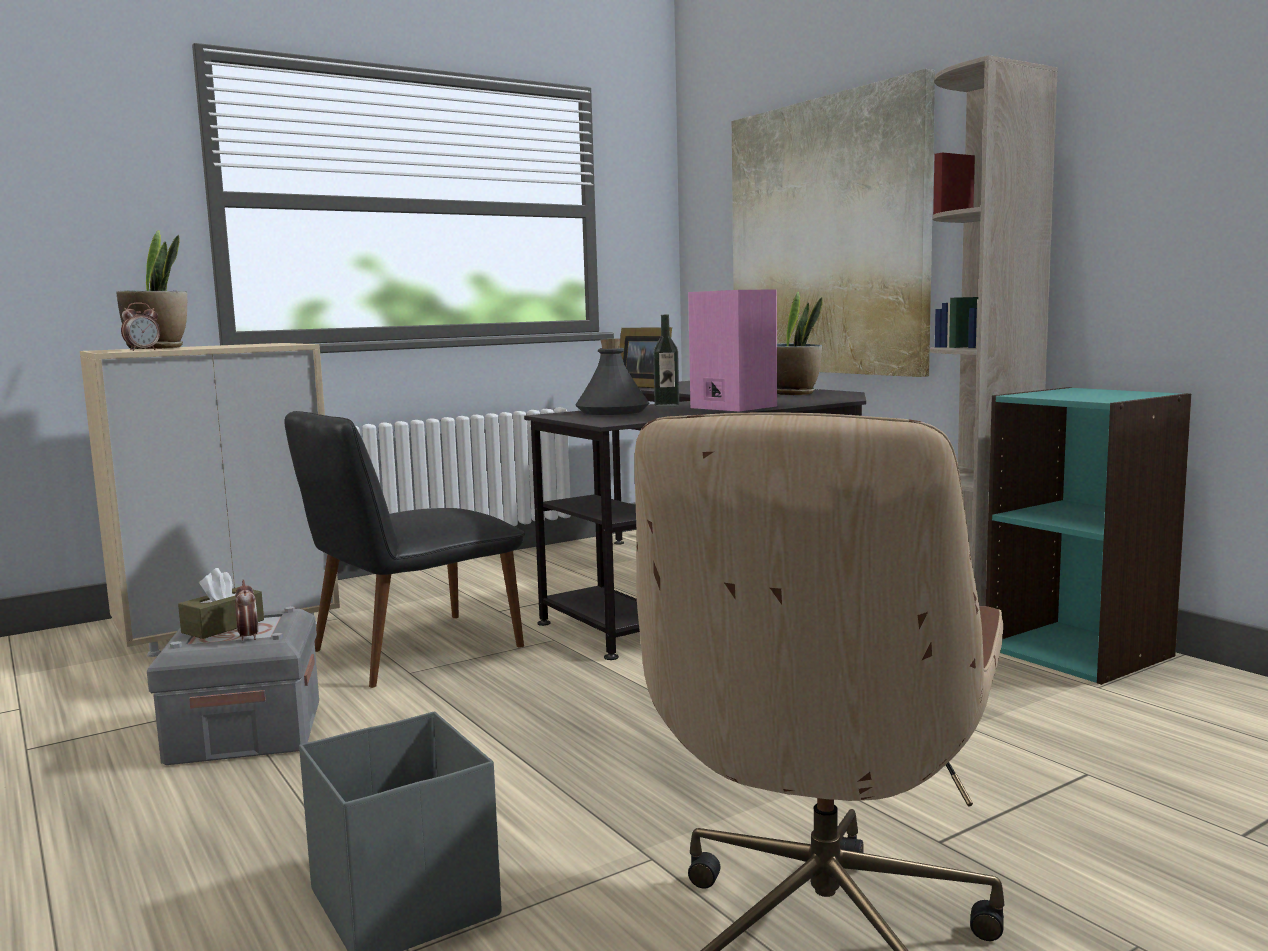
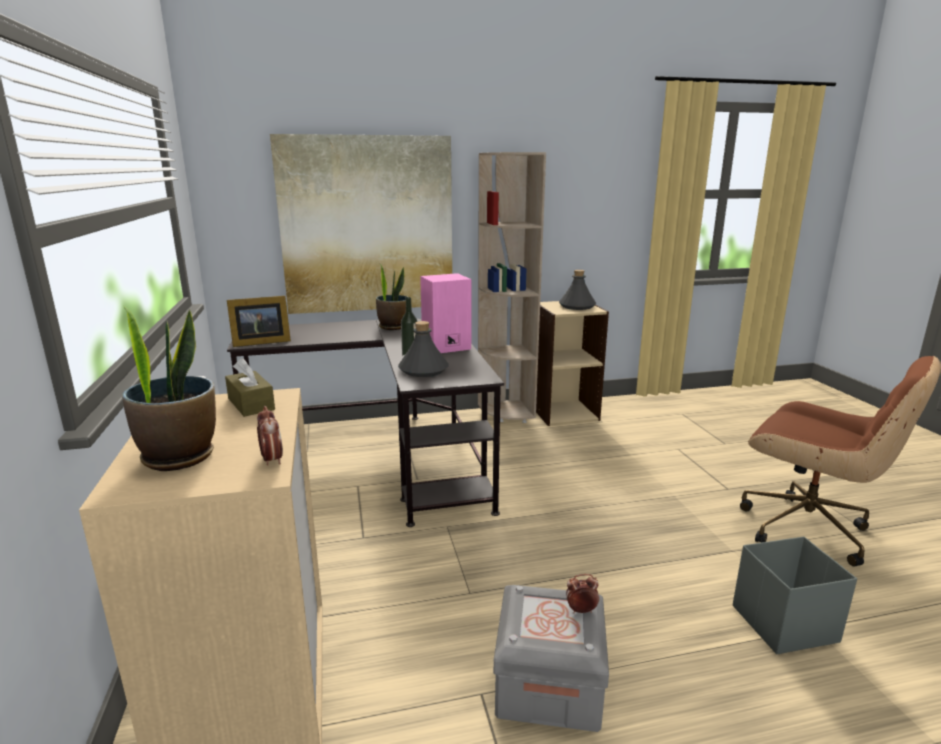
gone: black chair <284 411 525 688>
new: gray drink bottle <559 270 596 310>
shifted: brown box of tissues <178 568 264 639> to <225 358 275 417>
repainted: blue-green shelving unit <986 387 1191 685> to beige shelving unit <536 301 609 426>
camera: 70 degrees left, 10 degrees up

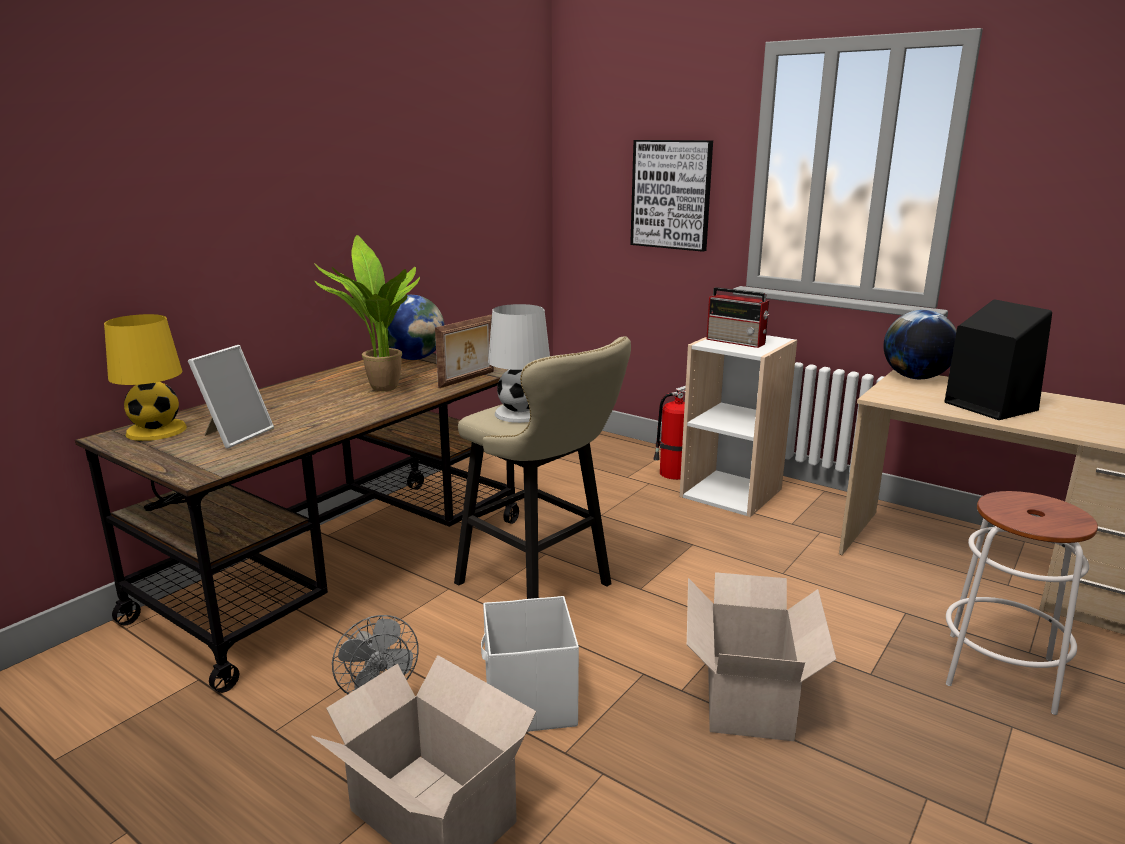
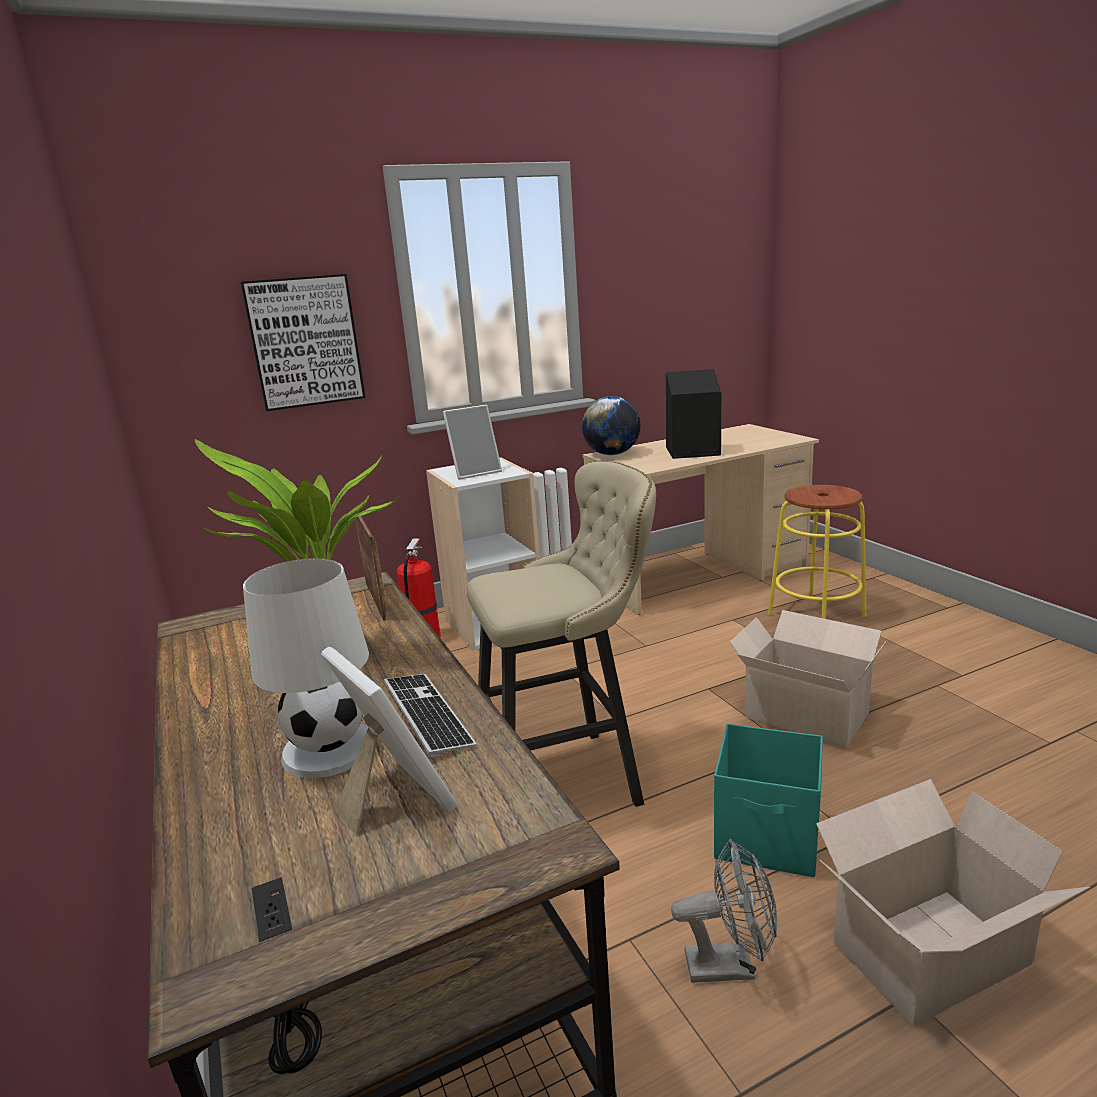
gone: yellowish tabletop lamp <104 314 187 441>; globe <382 295 444 360>
new: keyboard <384 674 476 758>
shifted: white-coloured tabletop lamp <488 304 550 423> to <243 558 369 778>
swapped: radio set <706 287 770 348> to photo frame <443 405 502 480>
repainted: white-coloured storage bin <481 596 579 732> to blue-green storage bin <714 724 823 877>; white-coloured sitting stool <946 491 1098 715> to yellowish sitting stool <768 485 866 619>
camera: 60 degrees left, 0 degrees up

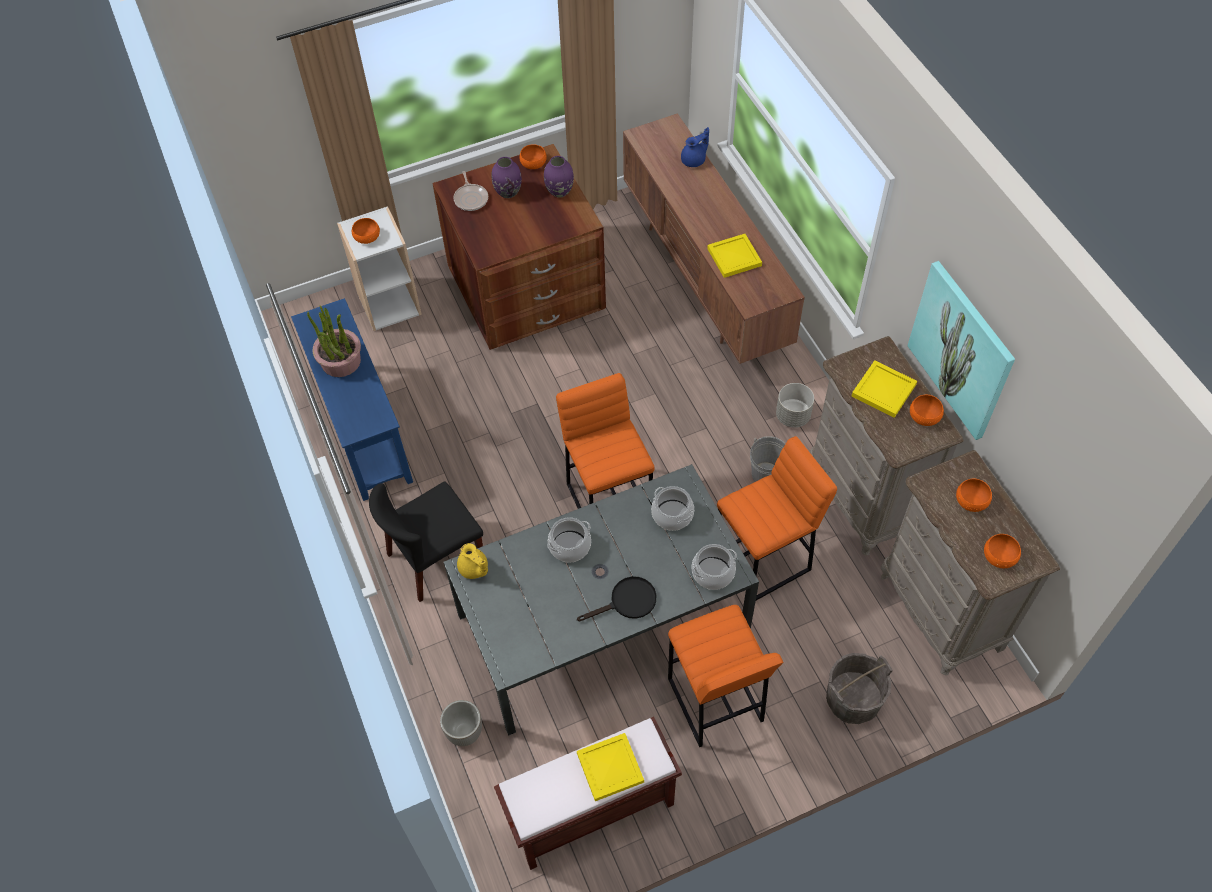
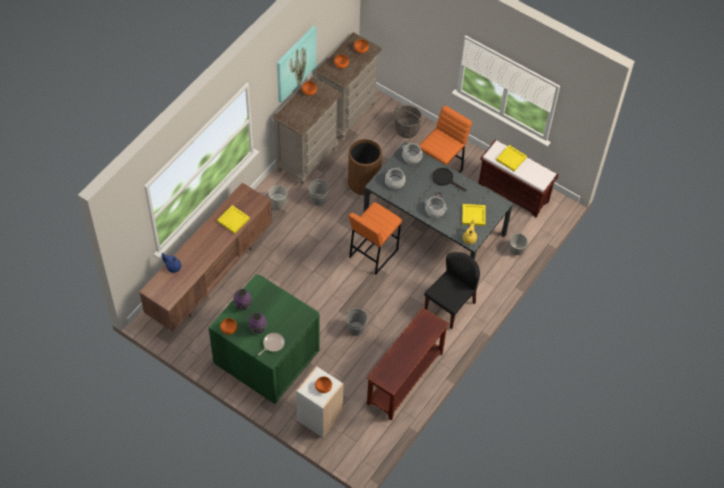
gone: houseplant <307 305 361 377>
new: gray pail <346 308 367 336>
shifted: yellowish carrying tray <852 360 917 418> to <462 204 486 226>
swapped: orangey sitting stool <717 436 837 600> to brown rubbish bin <348 139 382 195>
repainted: blue narrow table <291 298 413 501> to brown narrow table <367 307 449 420>; brown dresser <432 144 606 350> to greenish dresser <208 274 320 404>
rotated: black chair <369 482 483 602> = <424 252 480 329> 75 degrees counterclockwise
camera: 125 degrees left, 0 degrees up

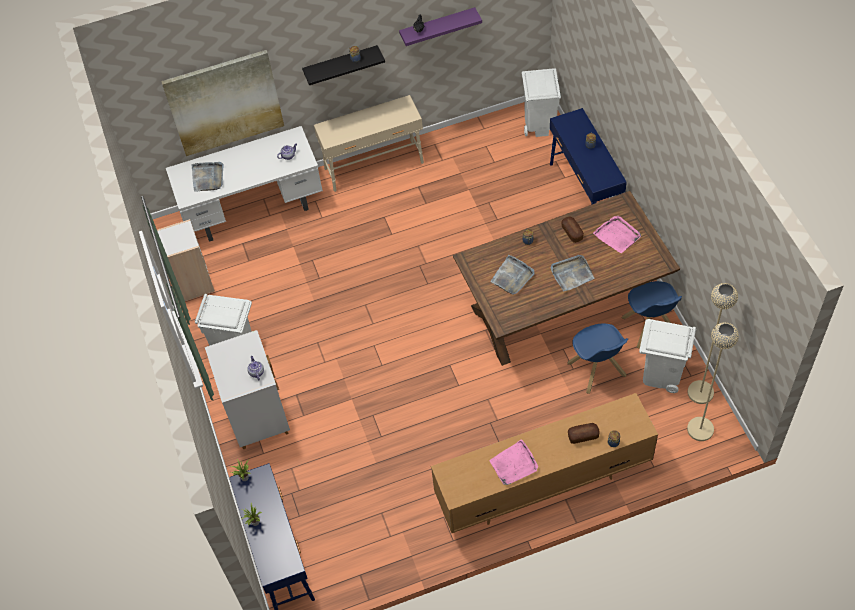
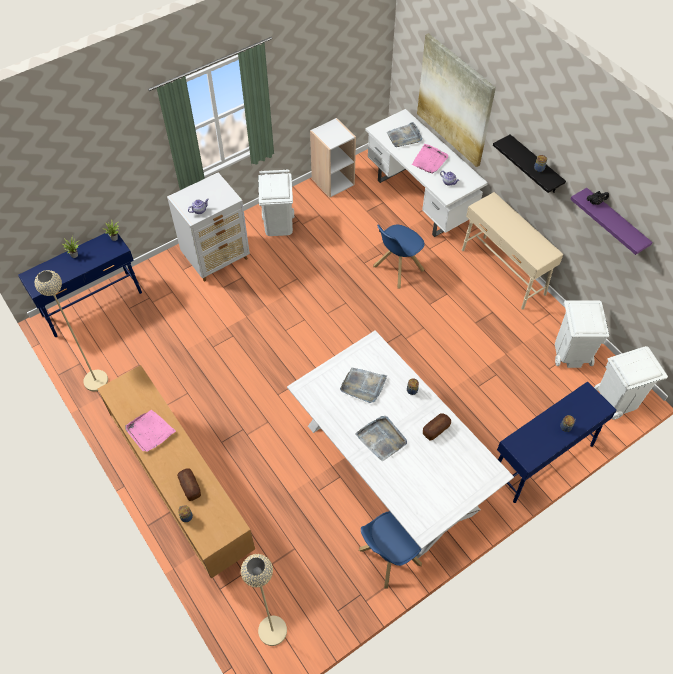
shifted: blue chair <567 324 628 394> to <373 224 425 288>; pink carrying tray <593 216 641 253> to <412 144 448 174>; white-coloured rubbish bin <639 319 696 393> to <555 301 609 368>; beige standard lamp <688 283 738 404> to <35 270 108 392>
repainted: brown dinner table <453 191 680 366> to white-coloured dinner table <287 331 514 558>
camera: 70 degrees right, 0 degrees up

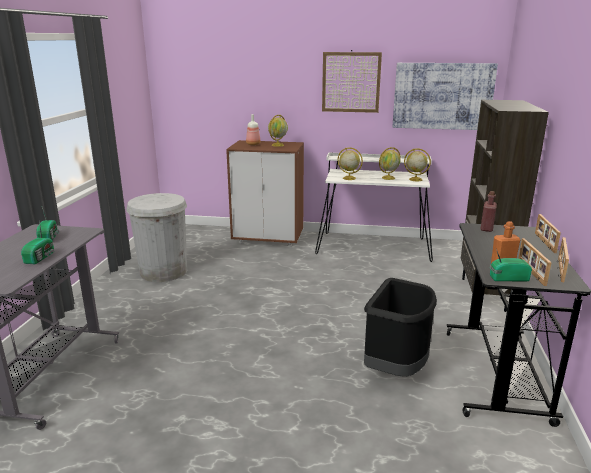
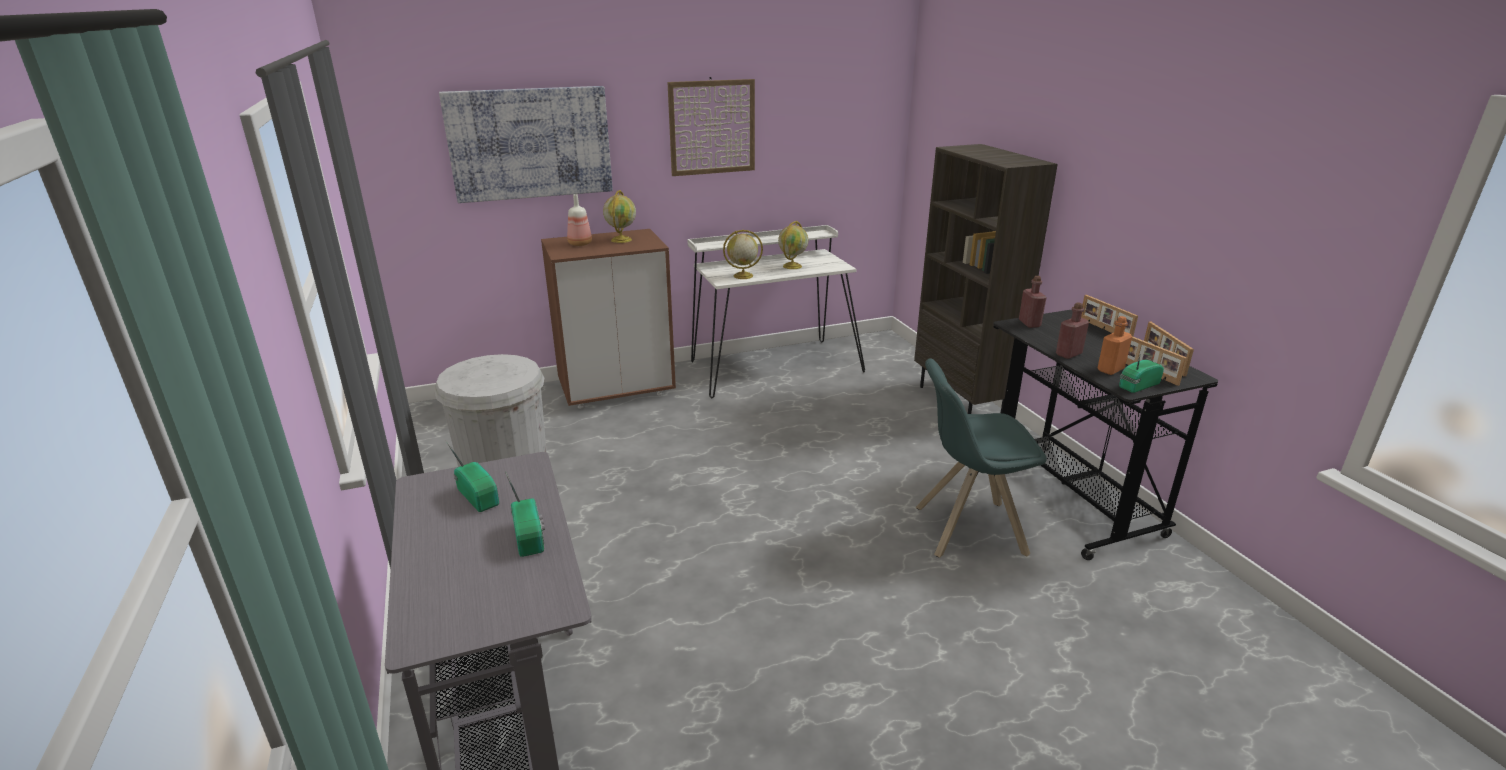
gone: globe <404 148 431 181>
new: red-coloured drink bottle <1056 303 1089 359>
shifted: wall art <393 63 498 130> to <439 86 613 203>
swapped: black rubbish bin <364 278 437 377> to blue-green chair <916 358 1047 557>
camera: 30 degrees left, 5 degrees up

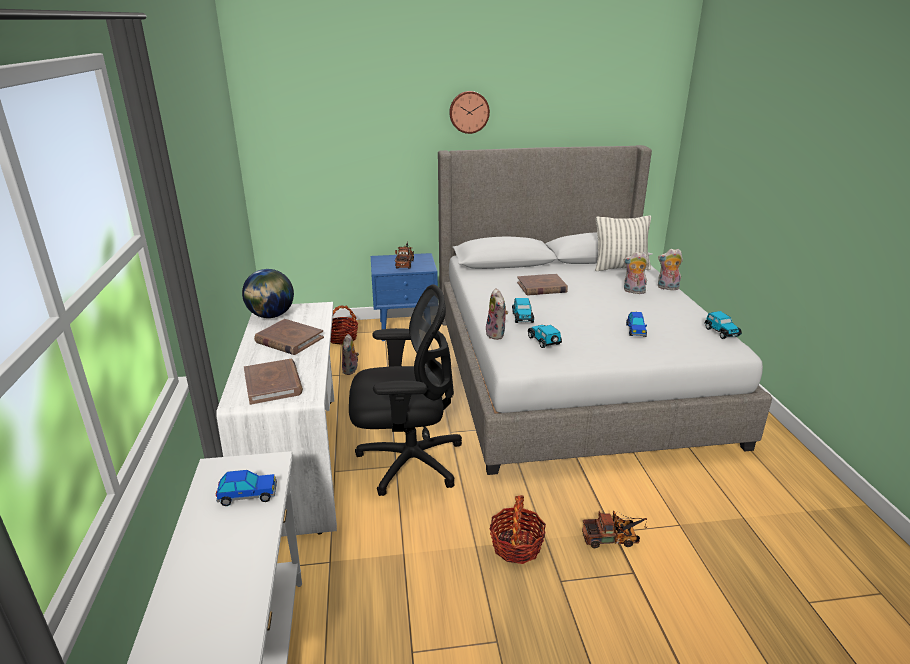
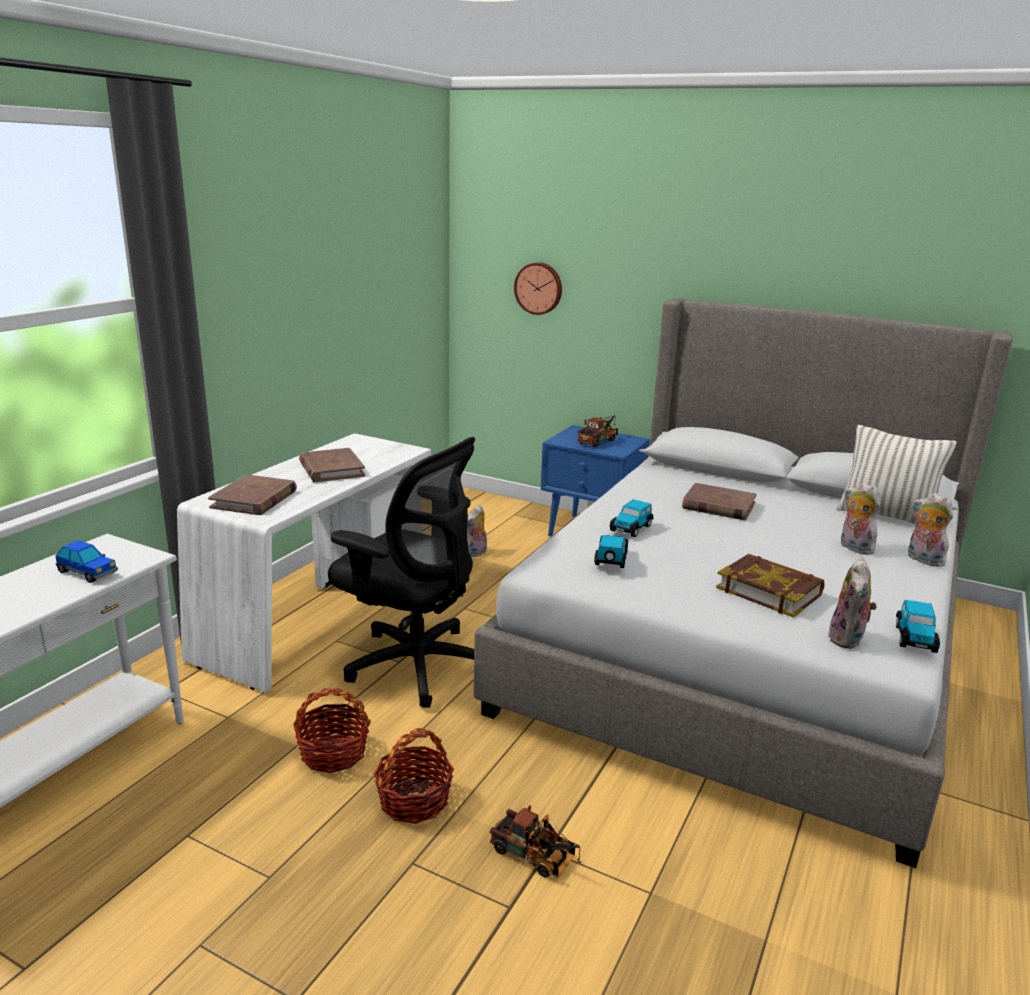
gone: globe <242 269 294 318>
shifted: storage basket <331 306 358 344> to <293 688 371 773>; hanging clock <449 91 490 134> to <514 262 562 315>; soft toy <486 288 508 340> to <829 558 877 649>
swapped: toy car <626 312 647 337> to volume <716 554 825 618>
camera: 35 degrees right, 5 degrees down

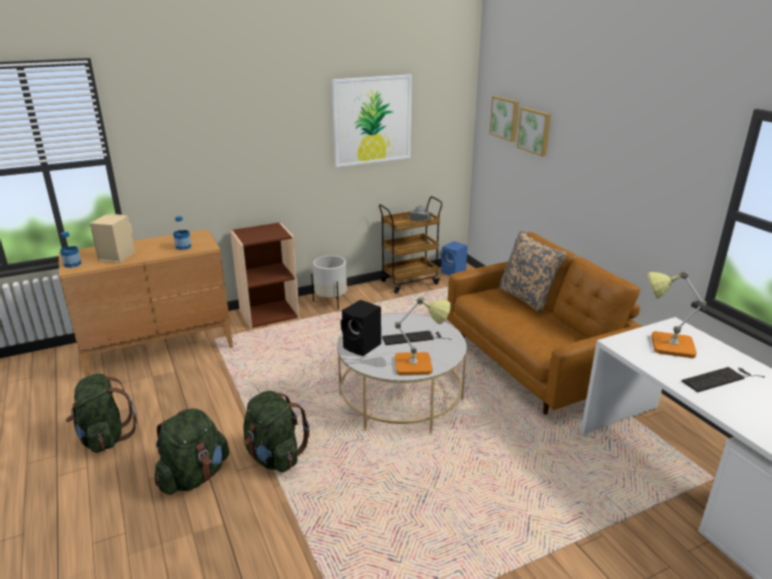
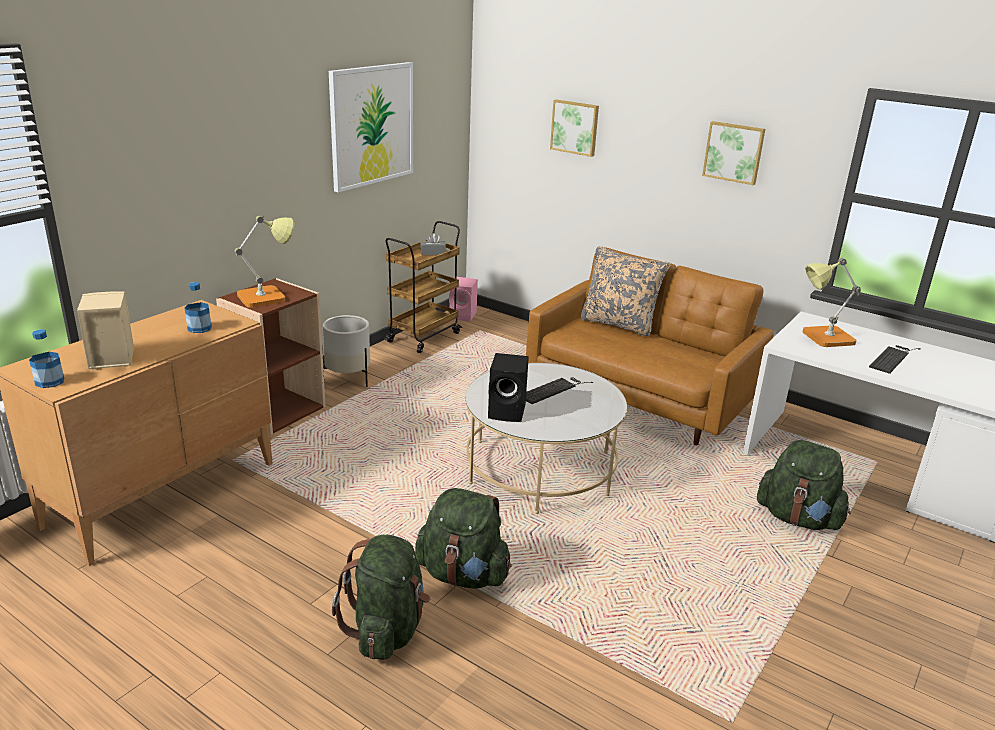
shifted: greenish rucksack <66 374 137 453> to <757 440 851 530>; tabletop lamp <395 297 451 375> to <235 216 295 308>; wall art <489 96 519 142> to <702 121 765 185>
repainted: blue speaker <441 241 468 276> to pink speaker <449 277 478 321>
camera: 30 degrees left, 0 degrees up

